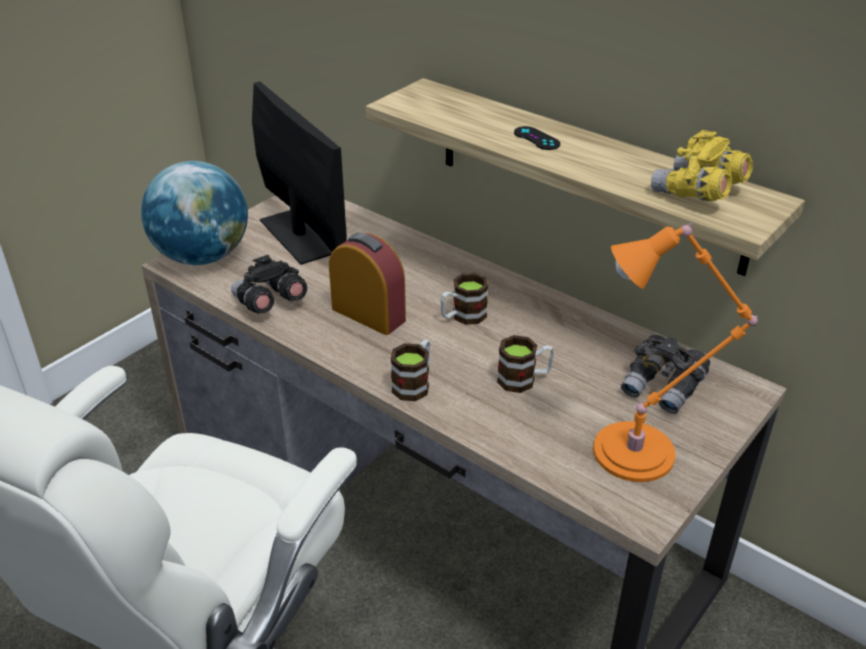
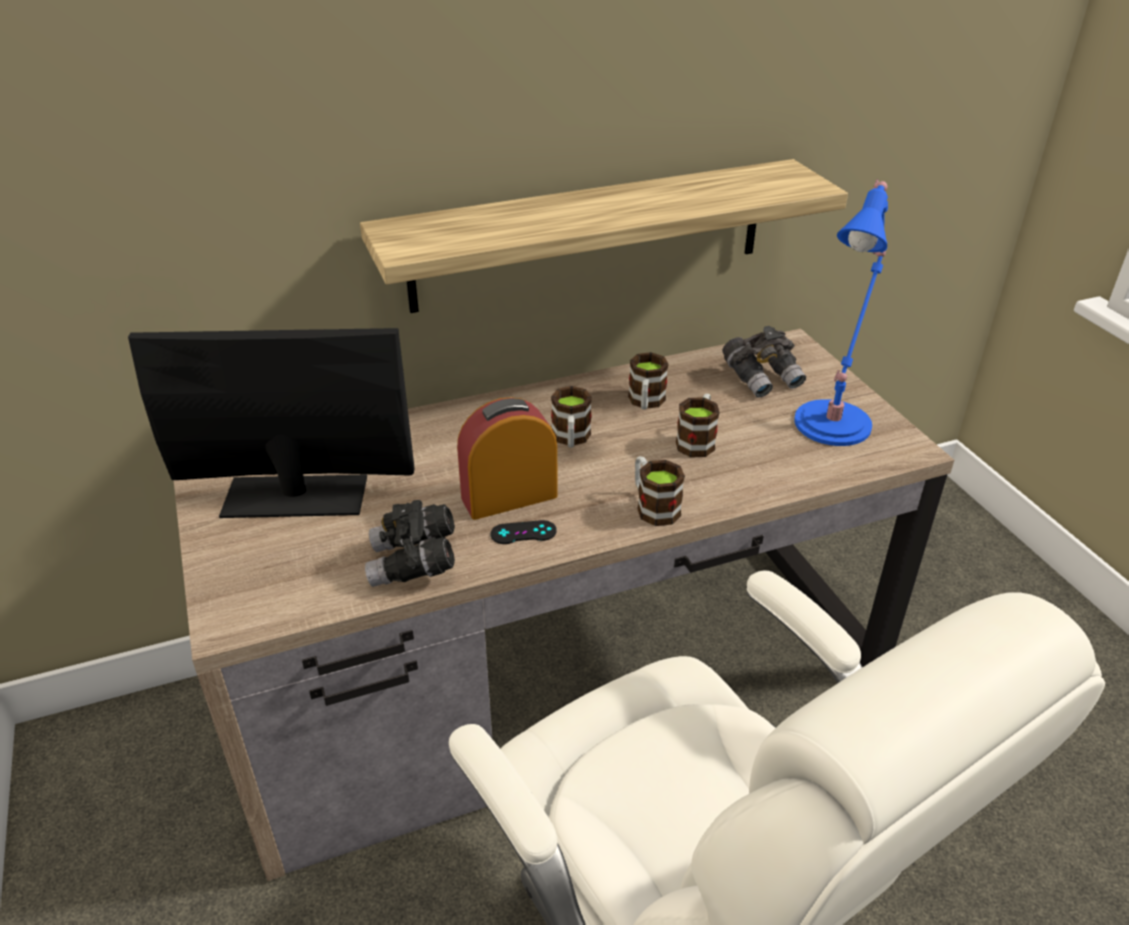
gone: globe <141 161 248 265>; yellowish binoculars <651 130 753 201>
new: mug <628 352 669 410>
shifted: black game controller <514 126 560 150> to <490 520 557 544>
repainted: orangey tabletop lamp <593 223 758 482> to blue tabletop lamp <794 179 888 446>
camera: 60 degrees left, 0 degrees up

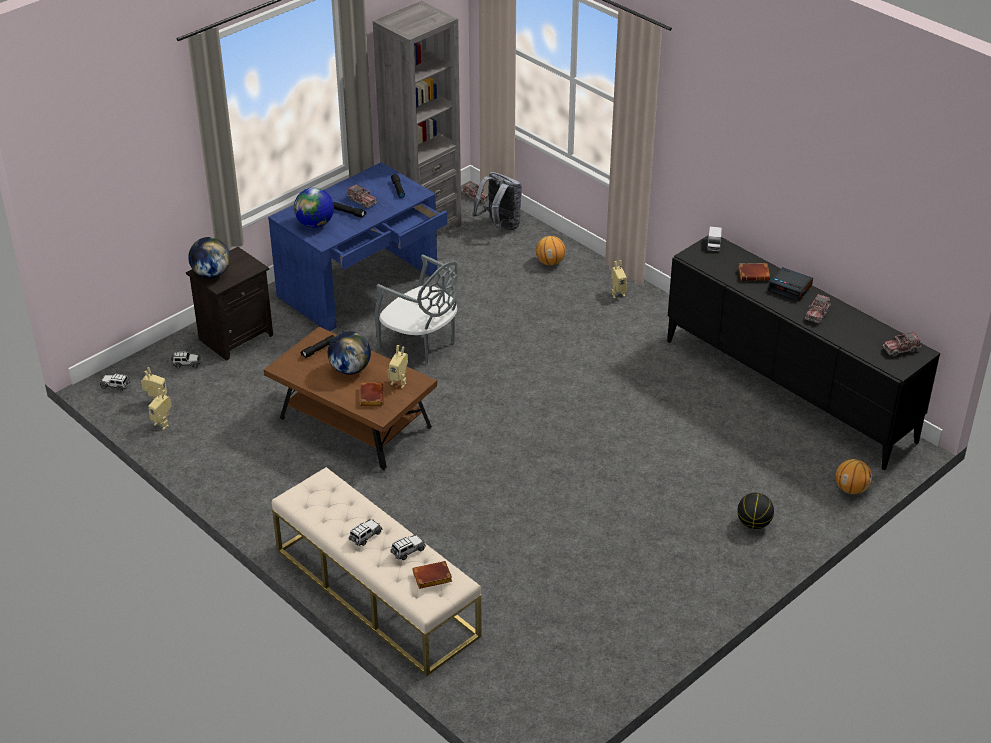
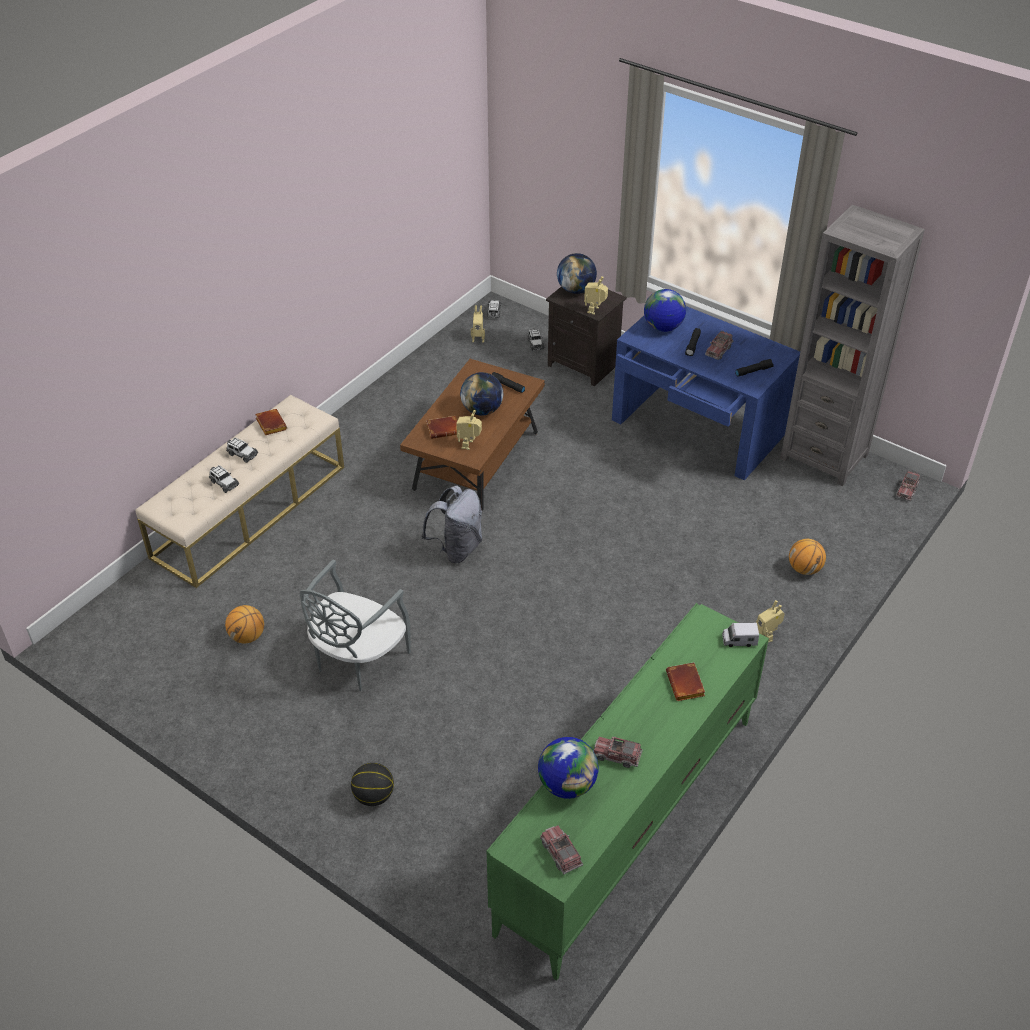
gone: table clock <768 267 813 301>
new: globe <538 737 598 799>
shifted: toy robot <148 388 172 430> to <584 276 608 315>; gray chair <374 254 458 364> to <299 560 411 691>; brown volume <413 561 452 589> to <255 409 287 435>; gray rucksack <472 172 522 230> to <421 485 482 563>; basketball <836 459 872 494> to <225 605 264 643>
repainted: black cupboard <667 235 940 470> to greenish cupboard <487 603 769 981>
camera: 80 degrees right, 5 degrees up

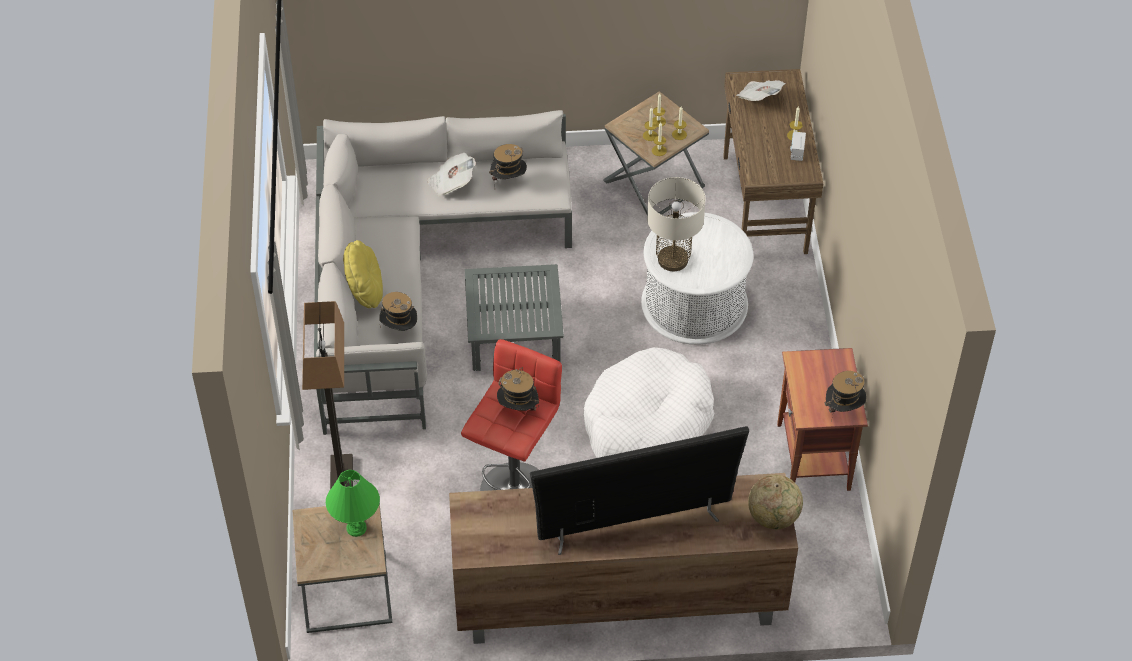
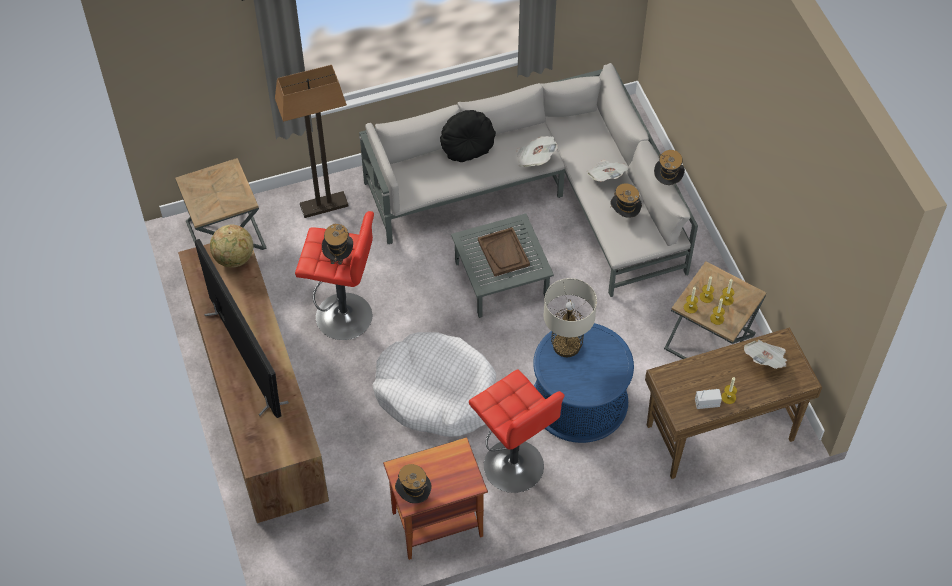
gone: greenish tabletop lamp <326 470 380 537>
new: red-coloured sitting stool <469 369 565 493>; brown carrying tray <478 227 530 277>; newspaper <516 136 558 167>
shifted: clothing hat <379 292 417 331> to <654 150 685 185>; globe <748 475 803 530> to <210 225 253 268>
repainted: yellowish pillow <343 240 383 308> to black pillow <440 110 496 162>; white-coloured coffee table <641 212 753 345> to blue coffee table <533 323 634 443>
camera: 75 degrees right, 5 degrees up

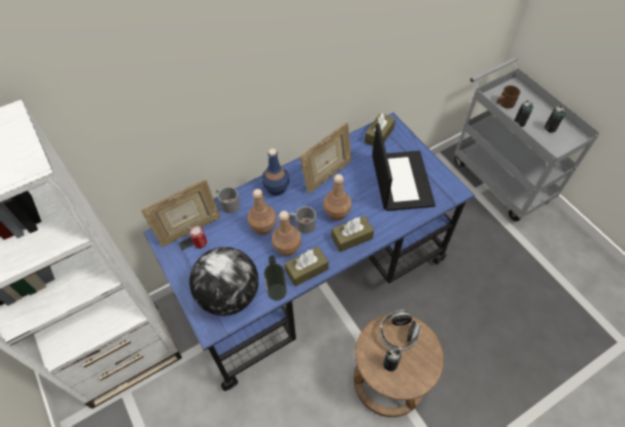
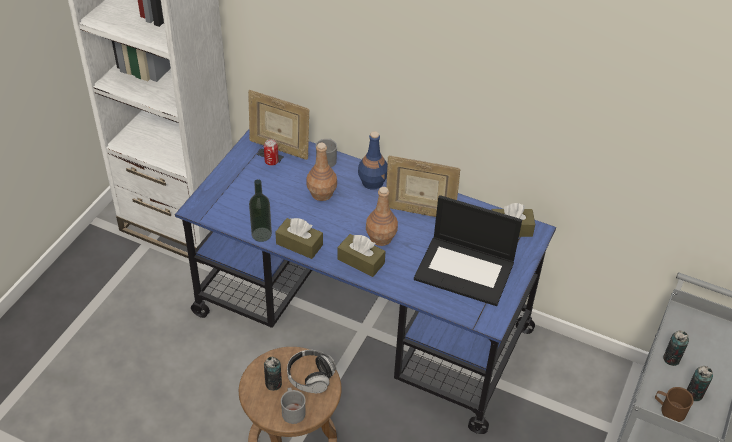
gone: globe <189 247 259 316>; brown drink bottle <272 211 301 256>
shifted: gray mug <289 206 316 234> to <281 387 306 424>; brown mug <497 85 521 109> to <655 387 693 422>
rotated: portable computer <372 123 435 211> = <414 195 522 306> 60 degrees clockwise
camera: 55 degrees right, 10 degrees down

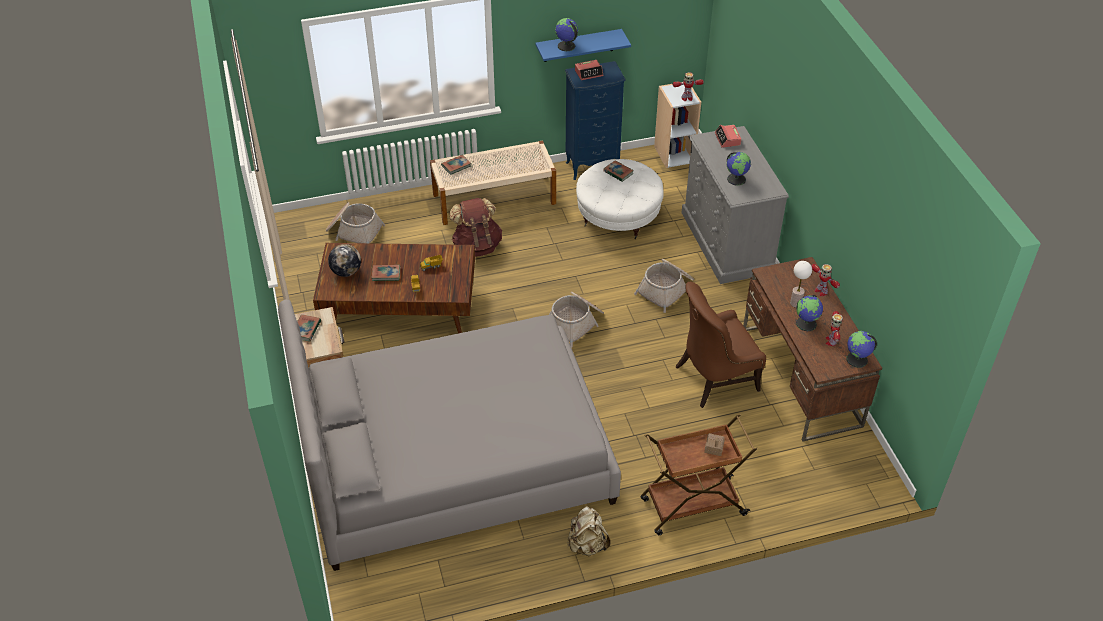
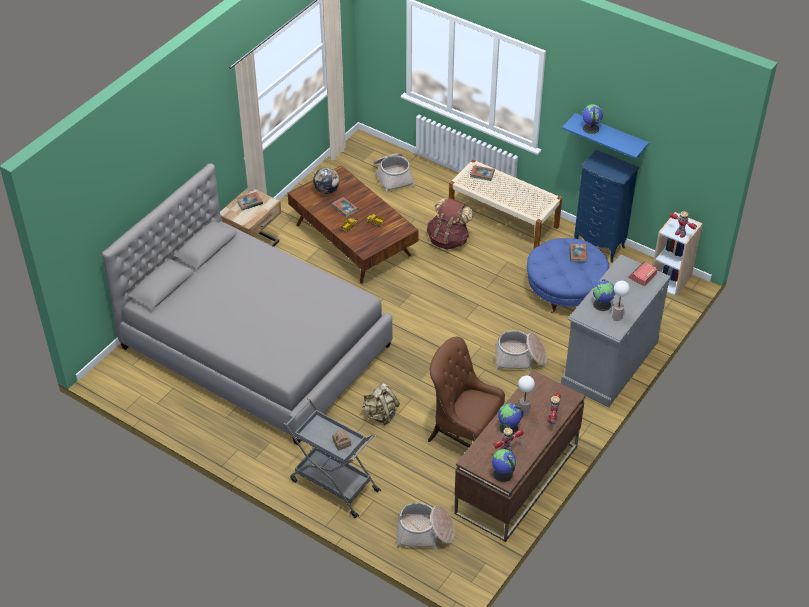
gone: table clock <575 60 603 80>
new: tabletop lamp <612 281 630 321>
shifted: storage basket <549 292 604 348> to <396 503 455 550>; beige rucksack <567 506 611 556> to <361 383 400 425>
repainted: white-coloured pouffe <576 159 664 239> to blue pouffe <527 238 609 313>; brown wheeled cart <641 414 758 535> to gray wheeled cart <284 398 381 518>
camera: 50 degrees right, 0 degrees up

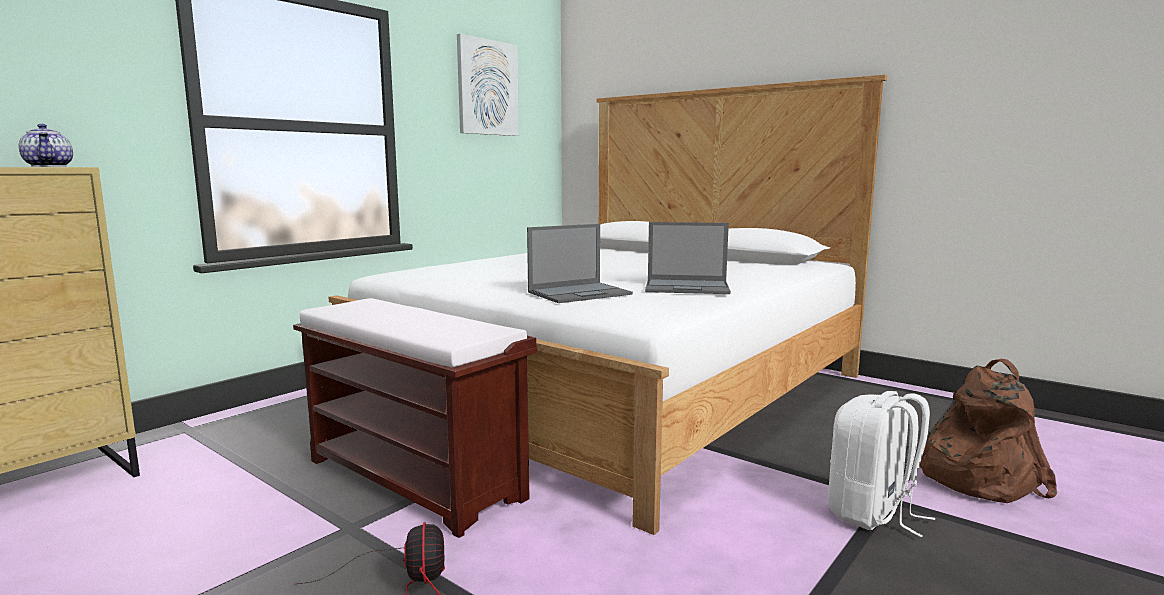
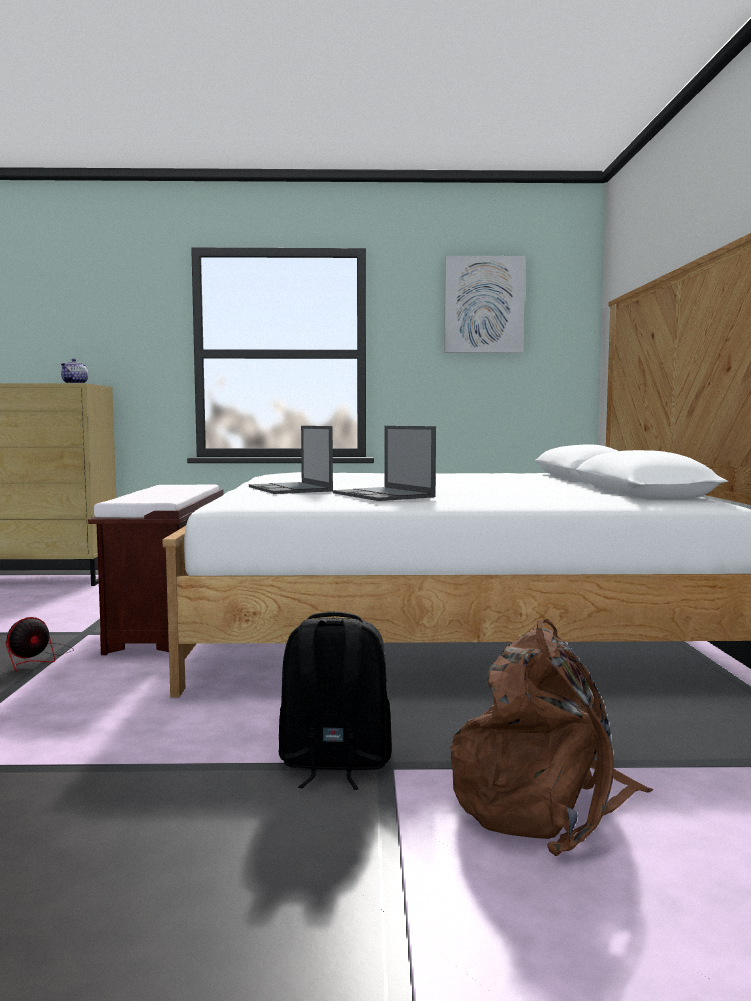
repainted: white-coloured rucksack <828 391 935 537> to black rucksack <279 612 392 790>
rotated: portable computer <527 224 633 303> = <249 426 333 494> 45 degrees clockwise
camera: 50 degrees right, 5 degrees down

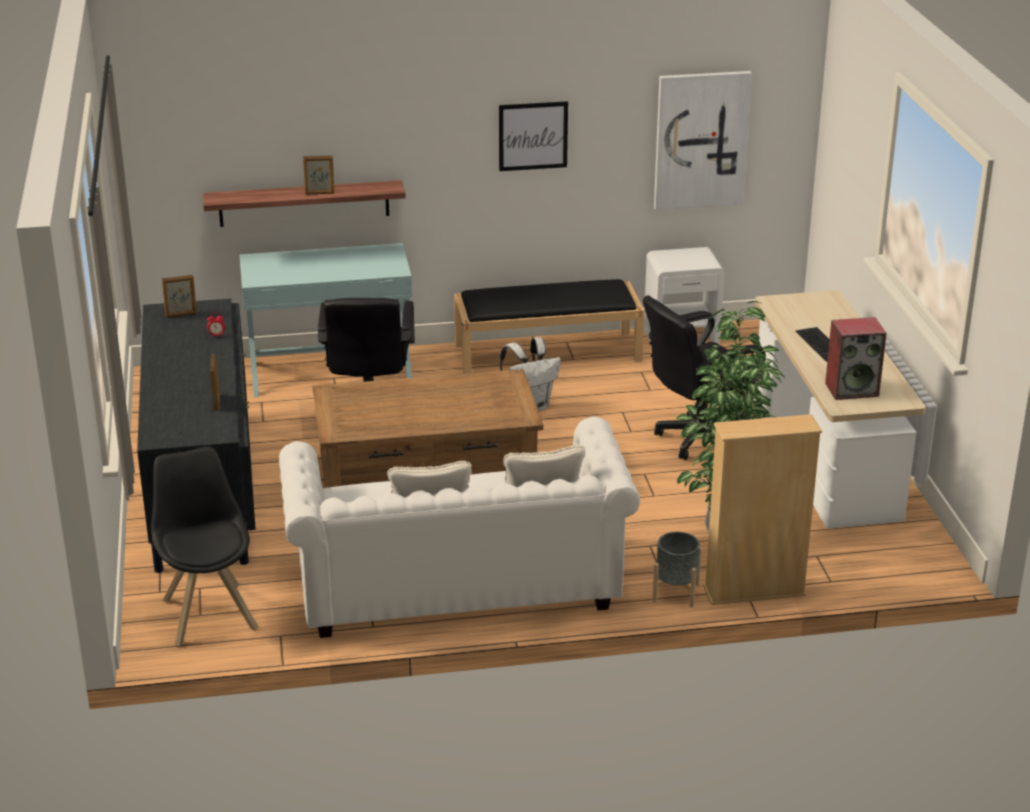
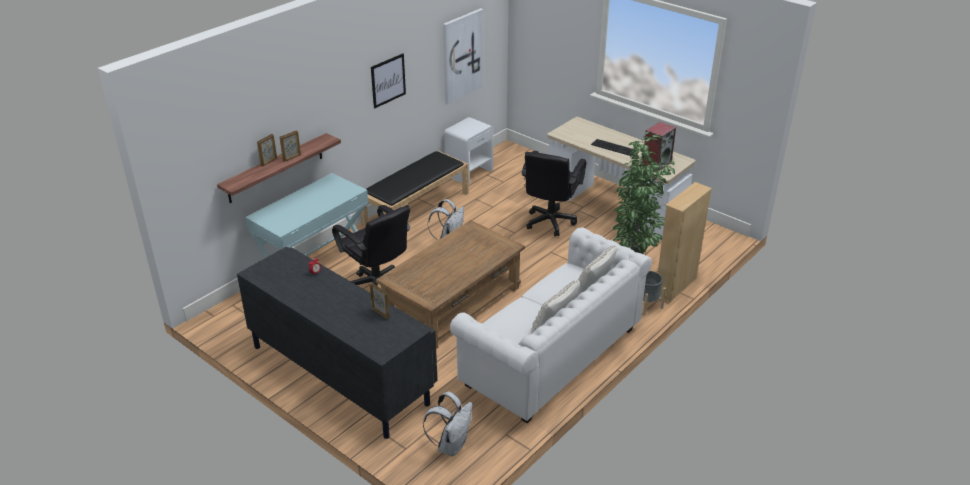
shifted: photo frame <162 275 197 318> to <257 134 277 167>
swapped: black chair <151 446 259 647> to white-coloured rucksack <423 392 472 456>
camera: 40 degrees left, 5 degrees up

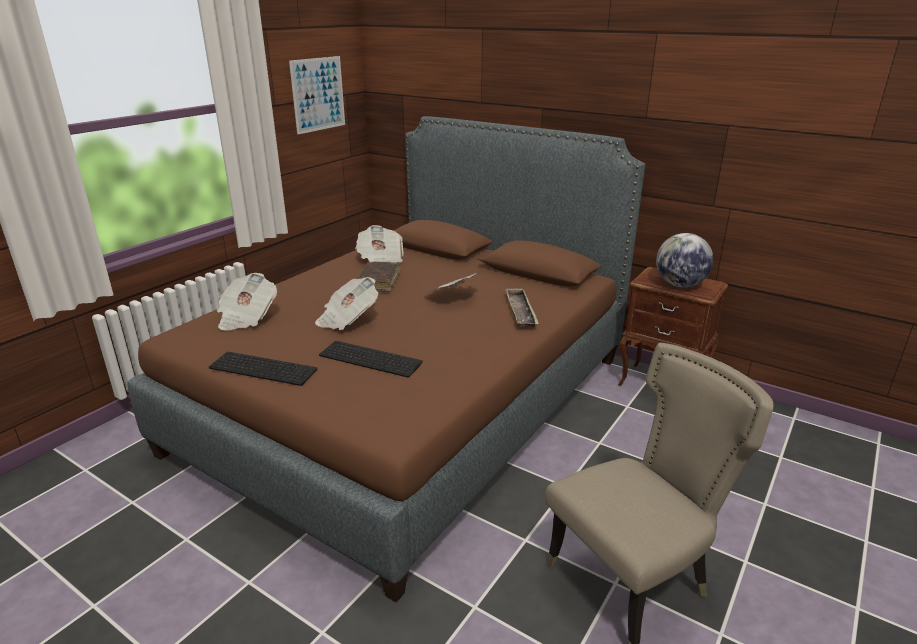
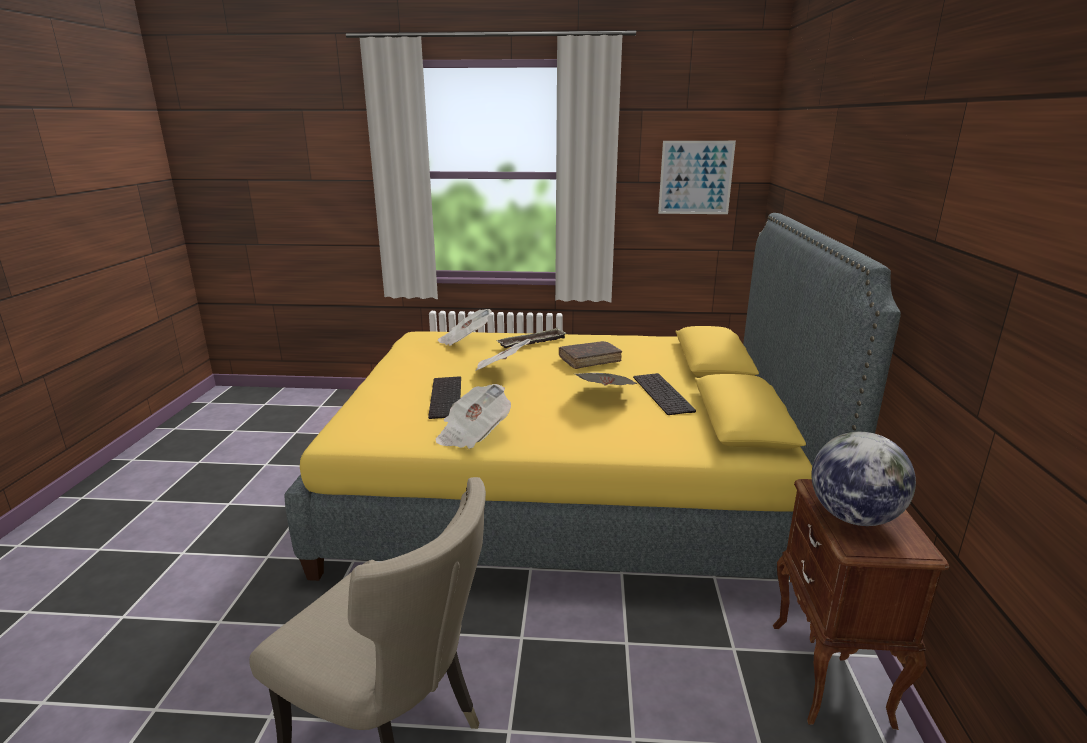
shifted: keyboard <209 352 317 386> to <633 373 696 415>; newspaper <356 225 403 263> to <436 384 511 449>; carrying tray <505 288 539 327> to <496 328 566 348>
repainted: brown bed <127 116 645 602> to yellowish bed <285 213 901 581>
camera: 60 degrees right, 5 degrees down

